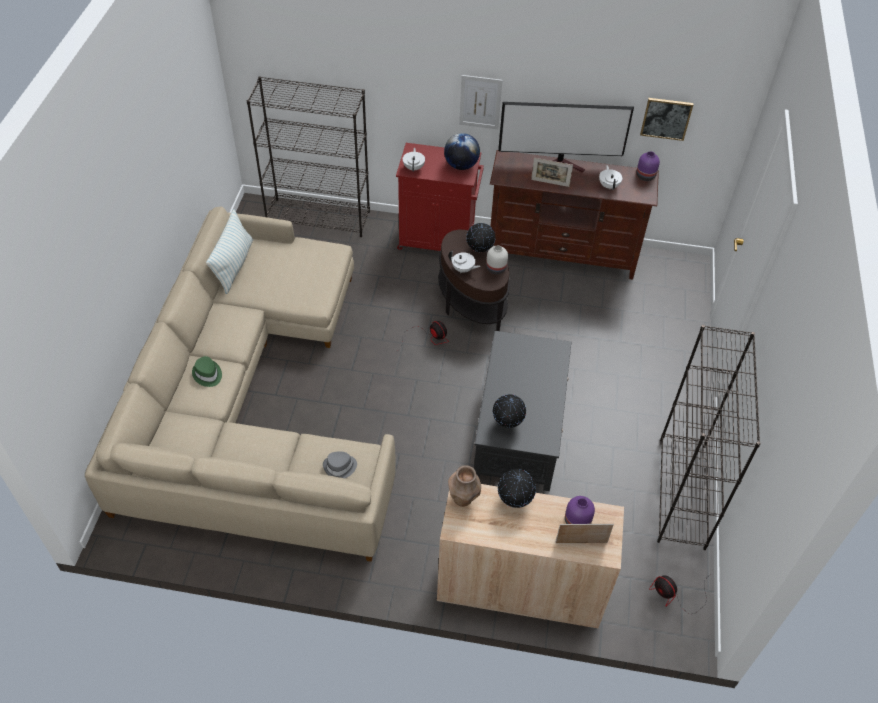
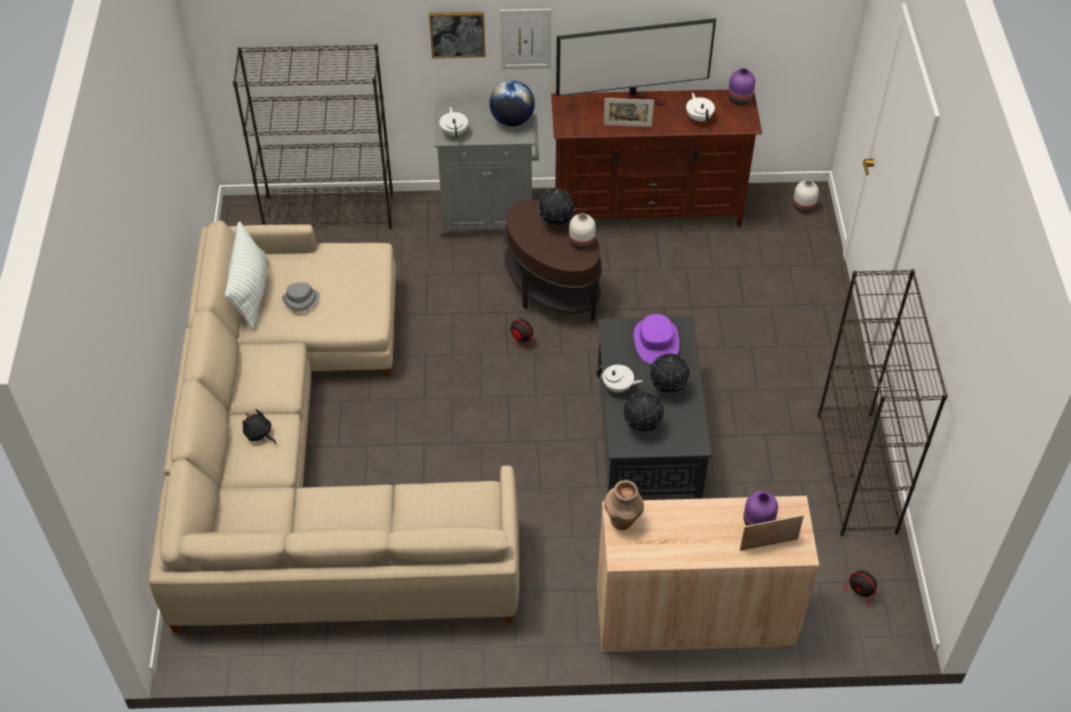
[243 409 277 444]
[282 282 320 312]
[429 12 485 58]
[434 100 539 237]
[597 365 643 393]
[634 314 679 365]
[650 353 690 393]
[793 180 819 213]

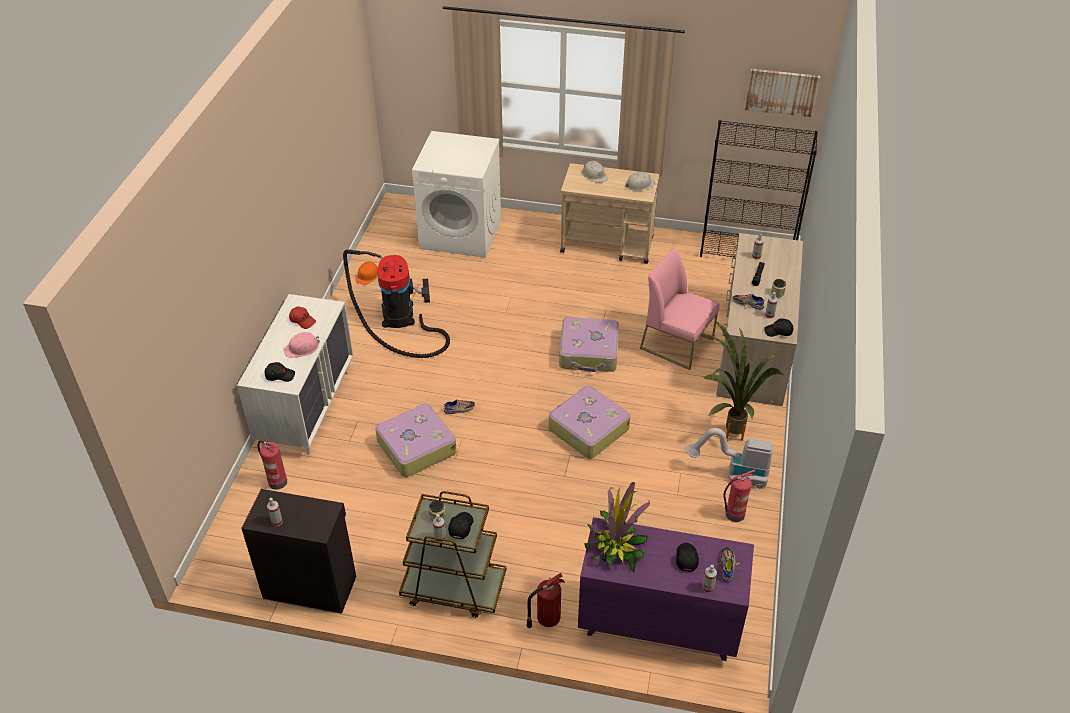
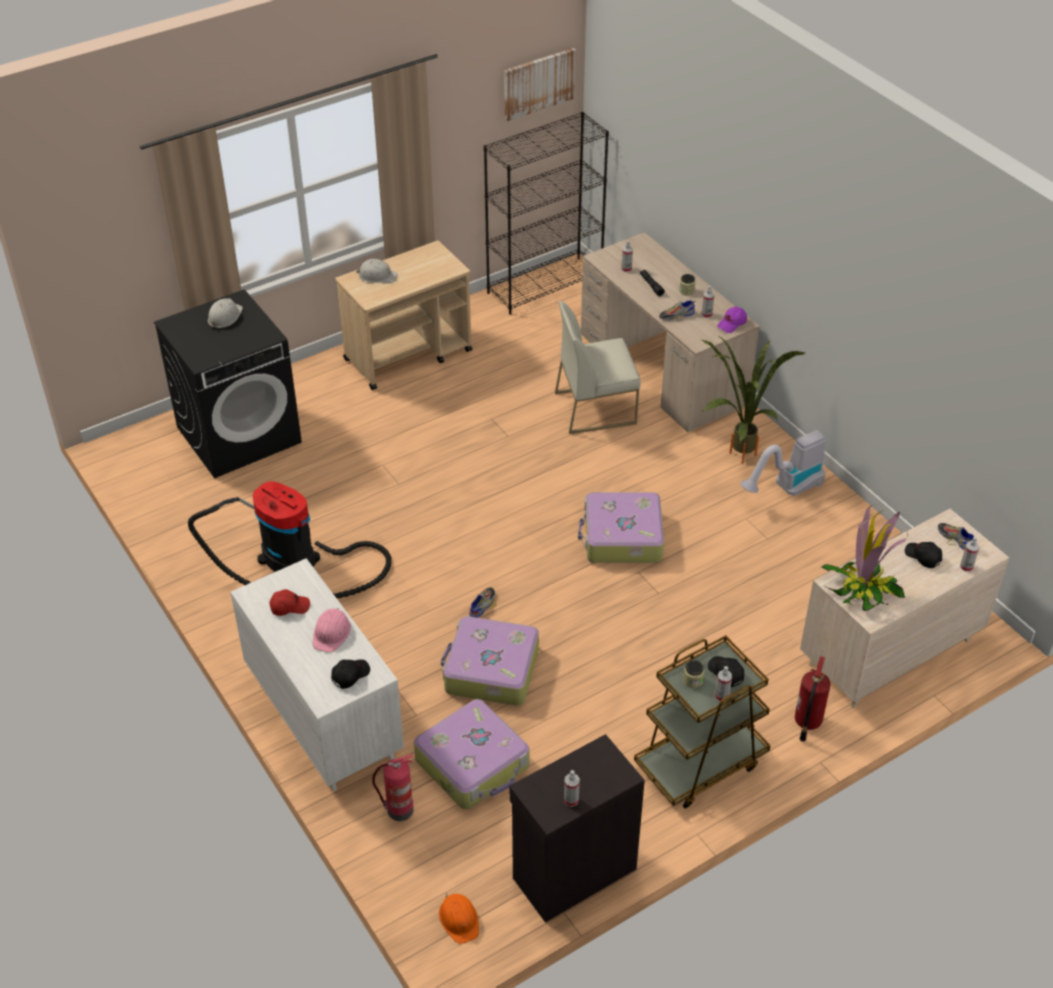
[154 289 302 478]
[208 298 243 328]
[414 699 529 809]
[439 893 479 944]
[555 301 641 434]
[717 307 747 333]
[800 509 1009 708]
[724 470 756 522] (first image)

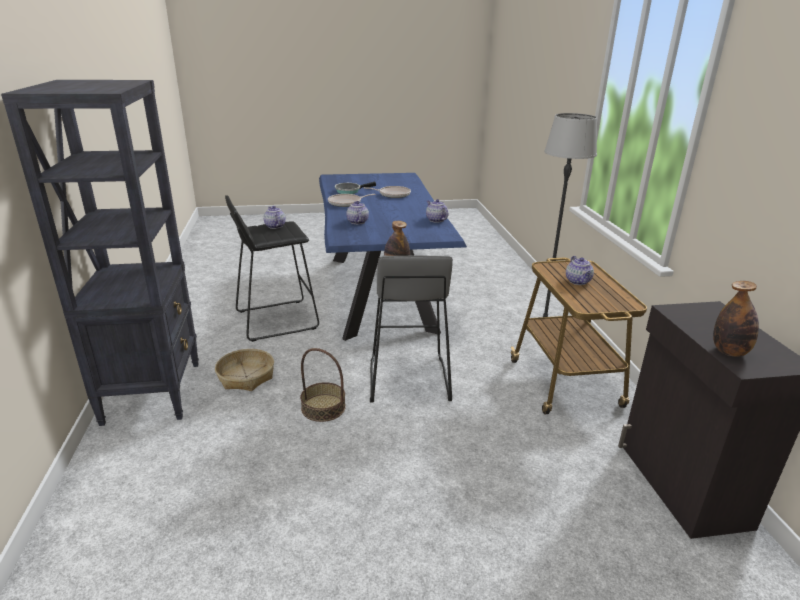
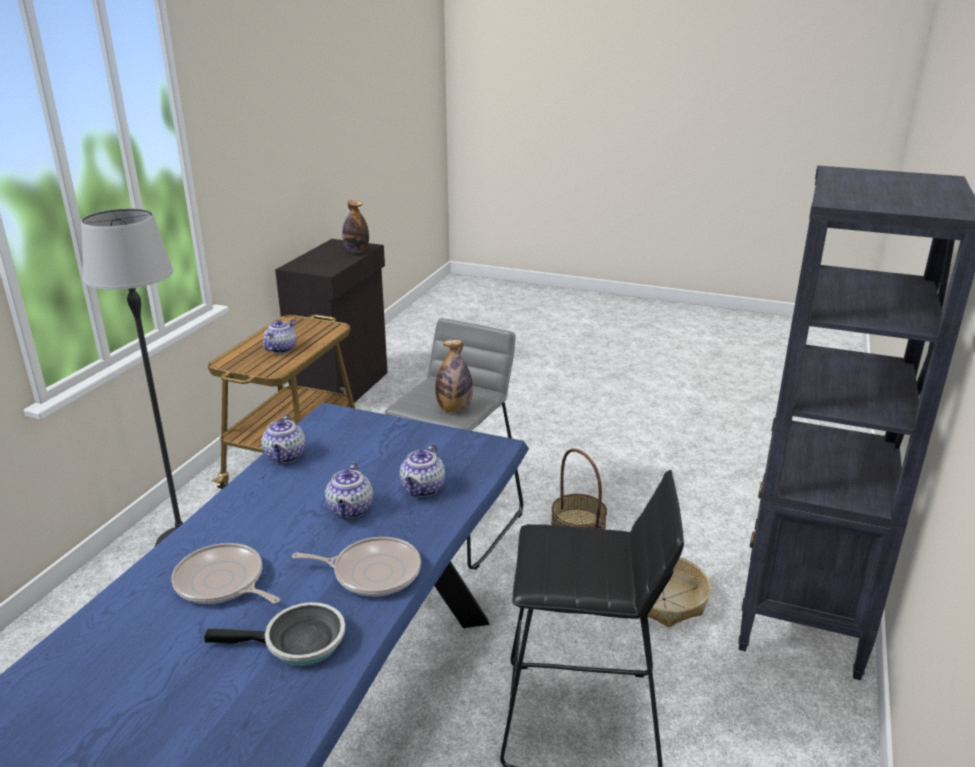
[325 462 373 519]

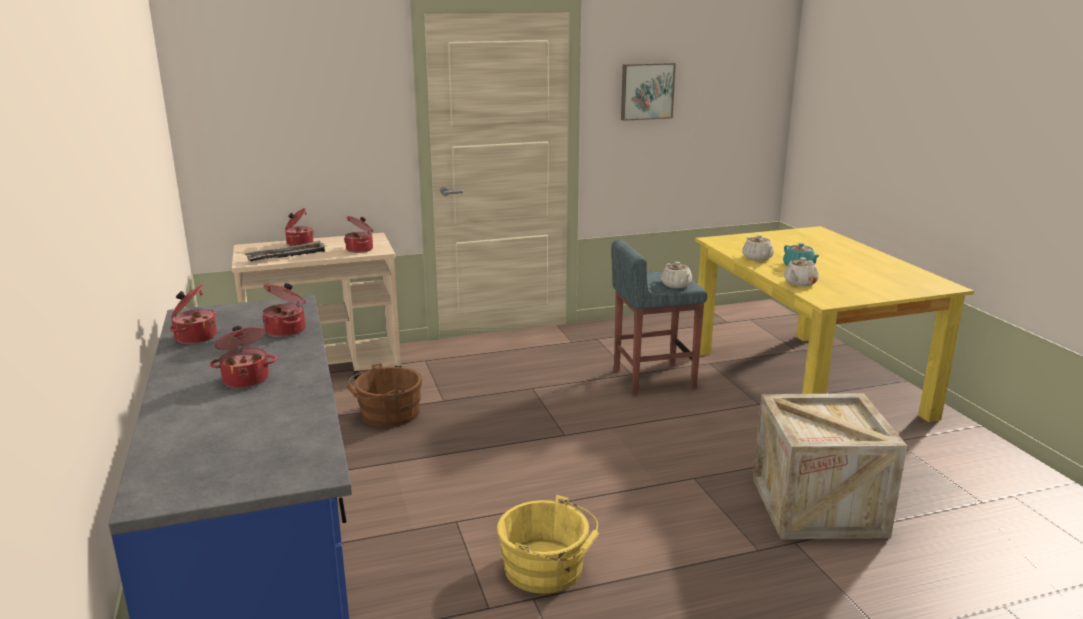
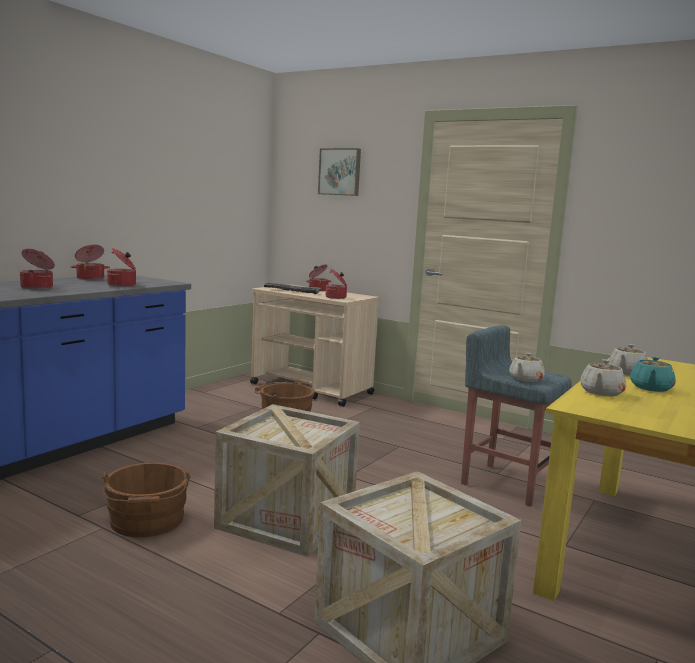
[101 462 191 537]
[214 404 360 557]
[318 148 361 196]
[580 359 626 396]

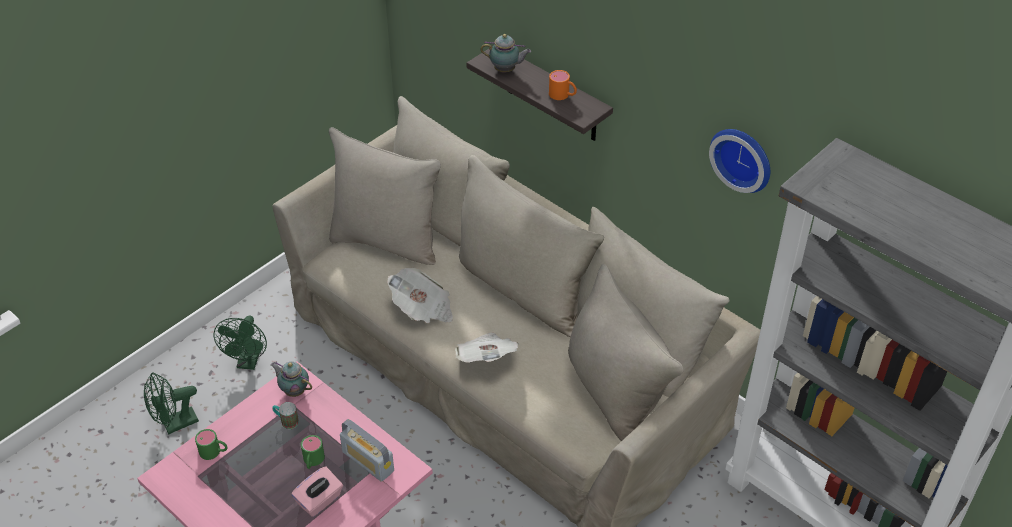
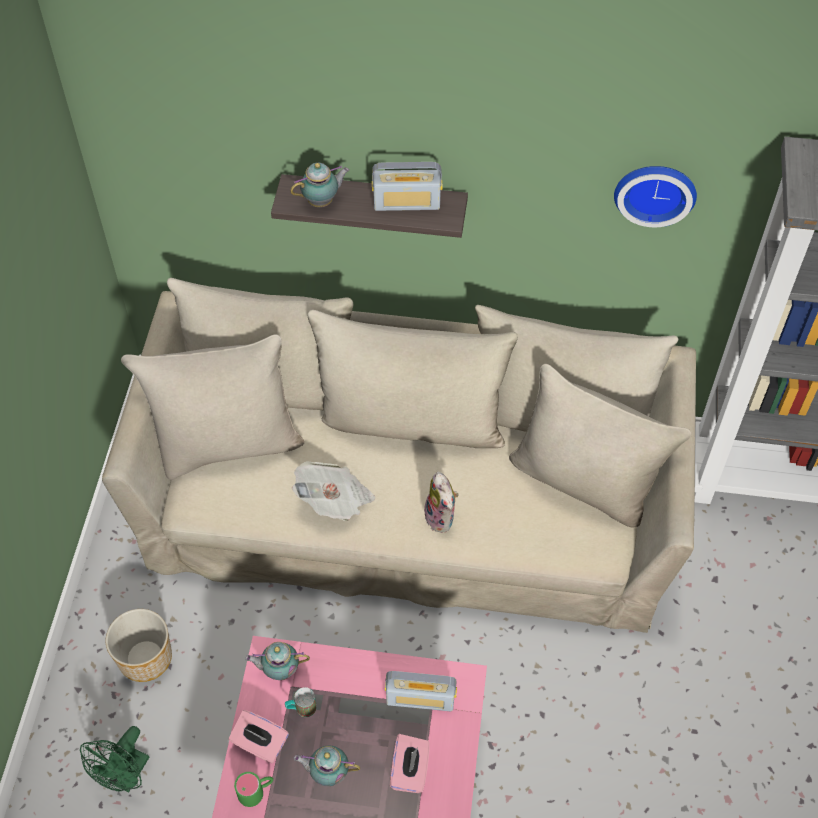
[105 609 172 682]
[229 710 289 763]
[294 746 360 786]
[372 162 442 211]
[424 472 459 533]
[301 435 325 469] (first image)

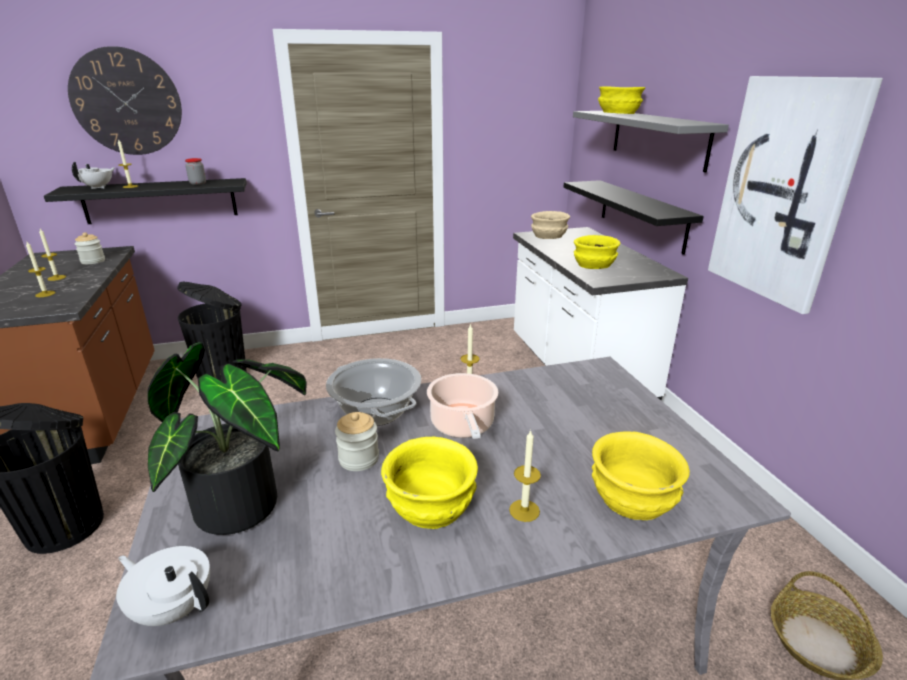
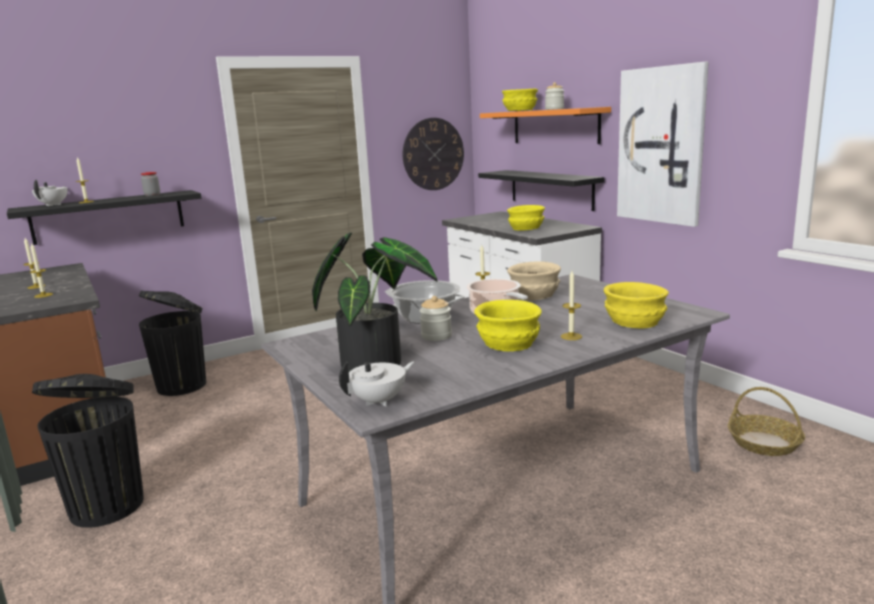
[339 361 414 407]
[403 118 464 190]
[480 107 611 144]
[507 261 561 301]
[545 82 564 110]

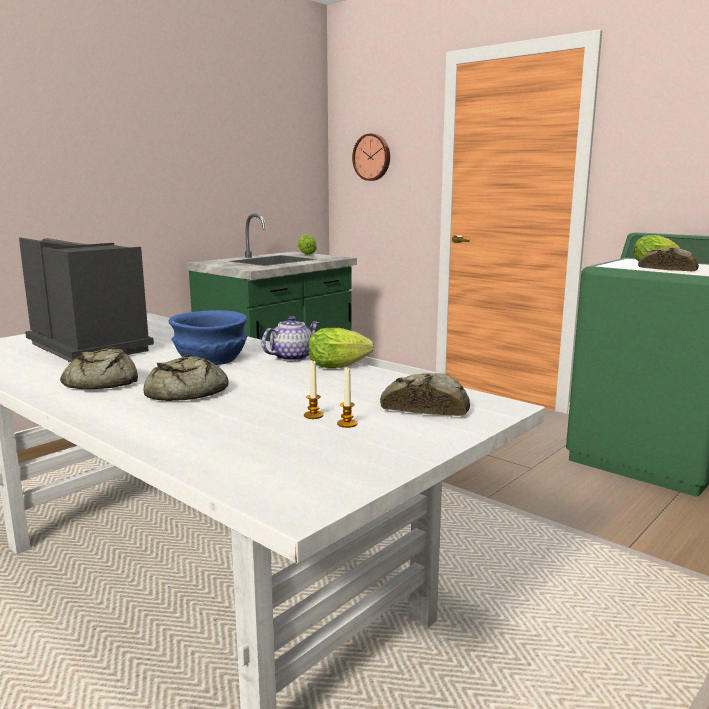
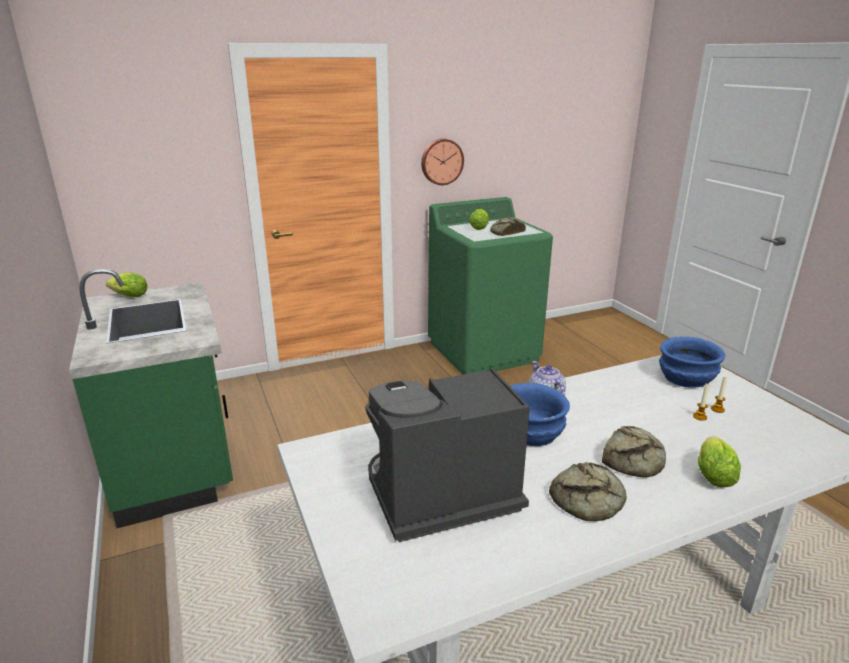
[421 139 464 185]
[659 336 725 387]
[698 437 741 487]

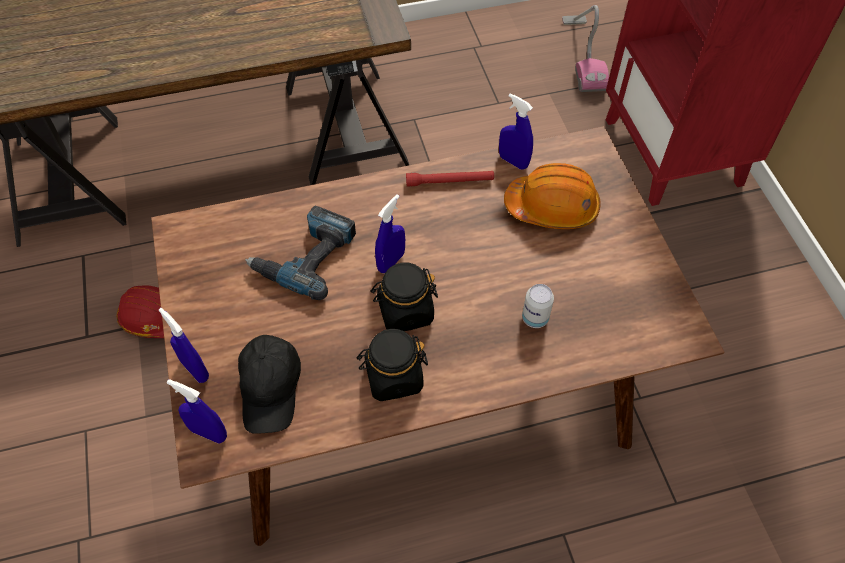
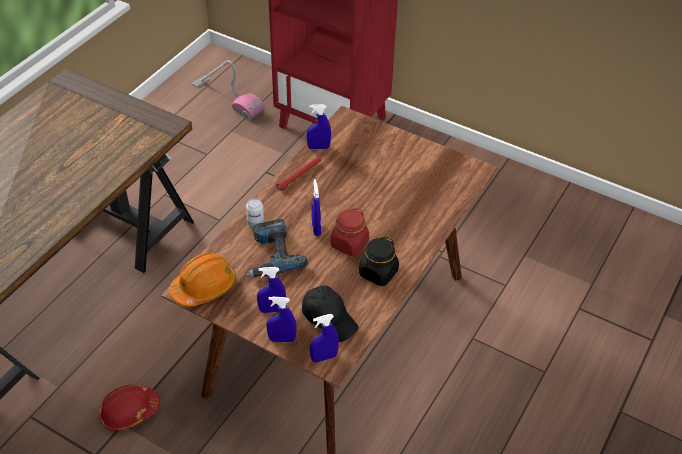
[169 252 236 307]
[246 198 264 227]
[257 267 286 313]
[331 208 369 256]

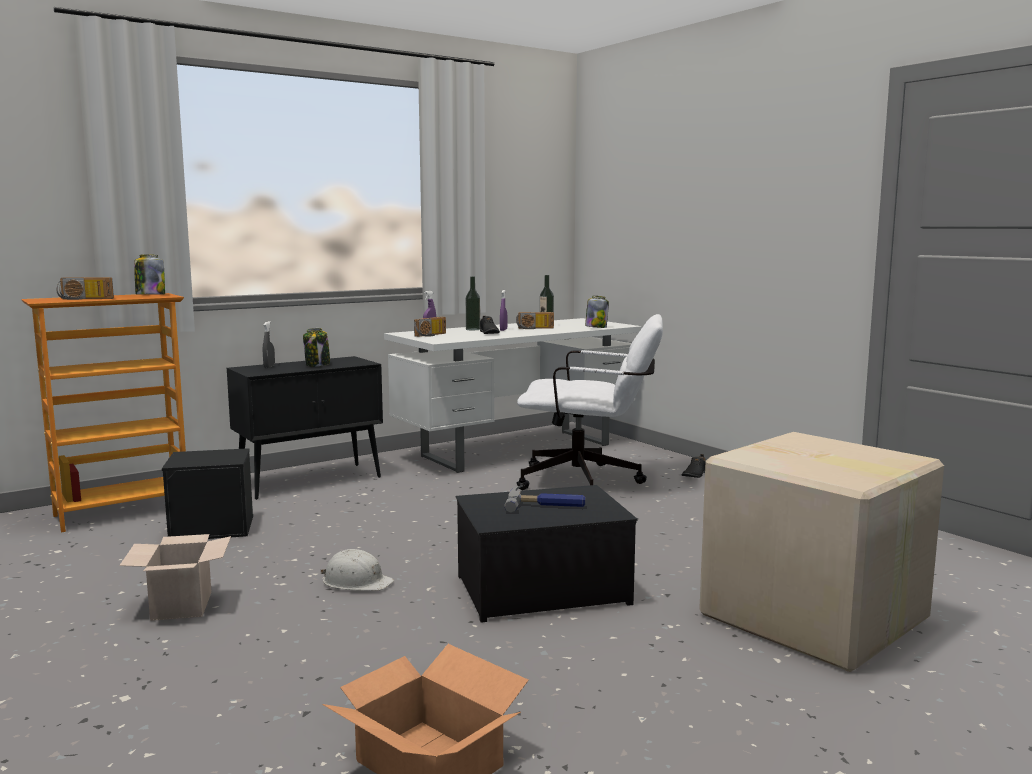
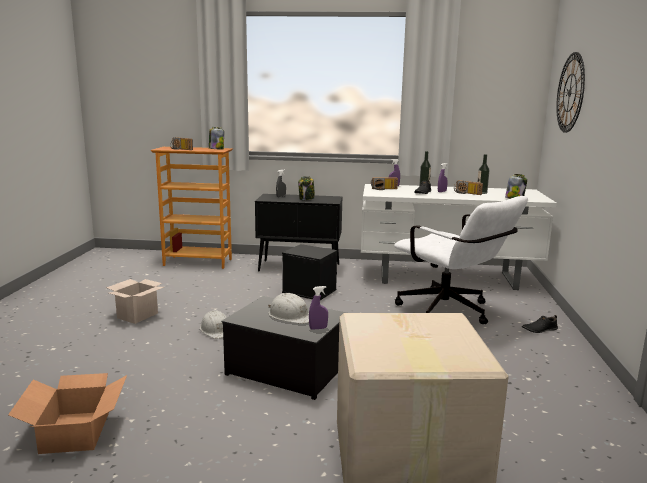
[268 293 309 324]
[282 244 337 300]
[309 286 328 330]
[556 52 585 133]

